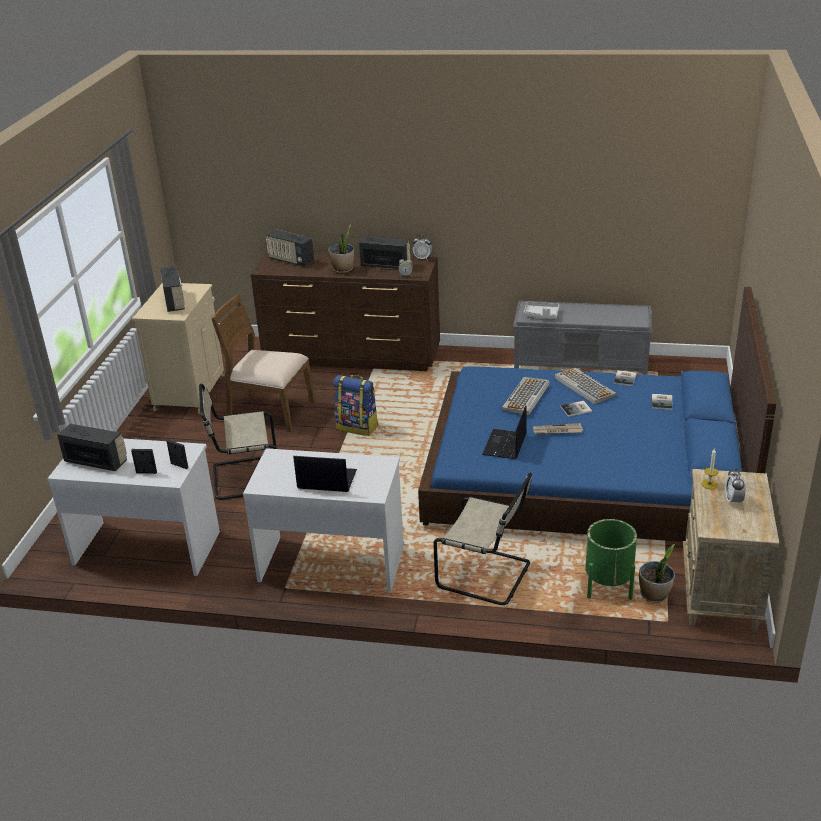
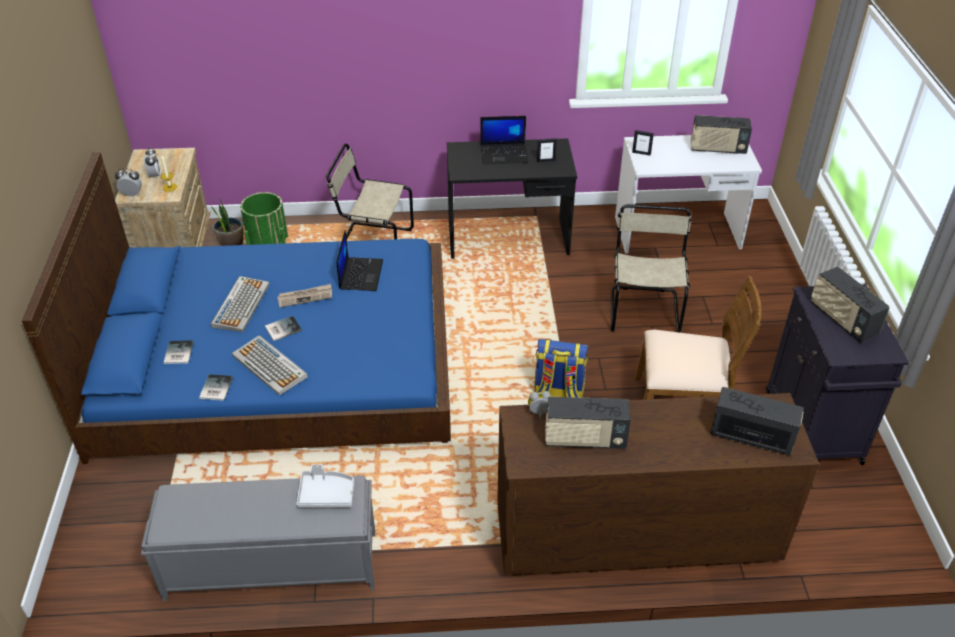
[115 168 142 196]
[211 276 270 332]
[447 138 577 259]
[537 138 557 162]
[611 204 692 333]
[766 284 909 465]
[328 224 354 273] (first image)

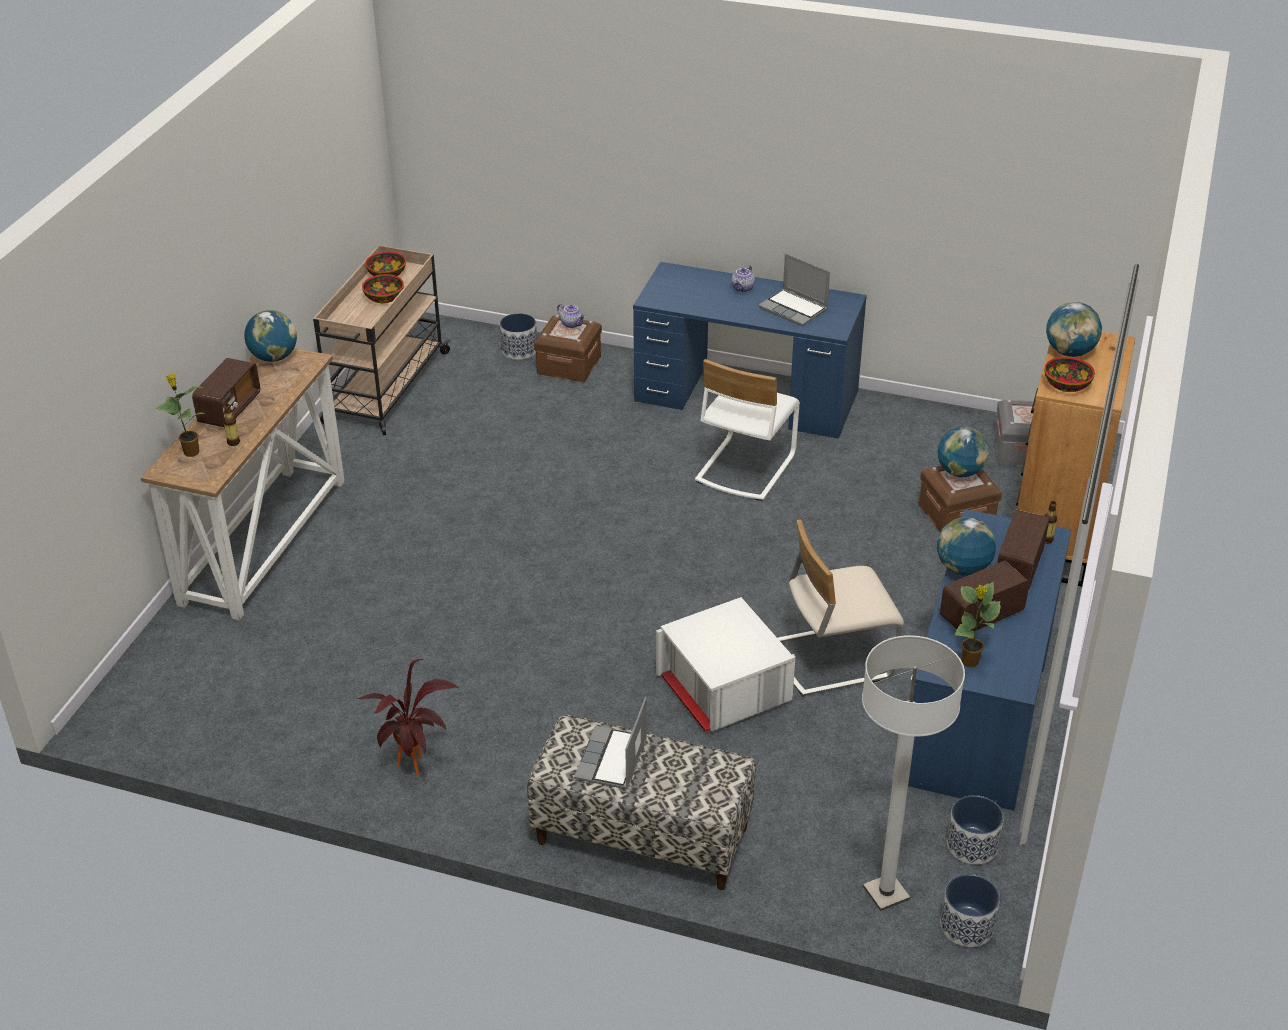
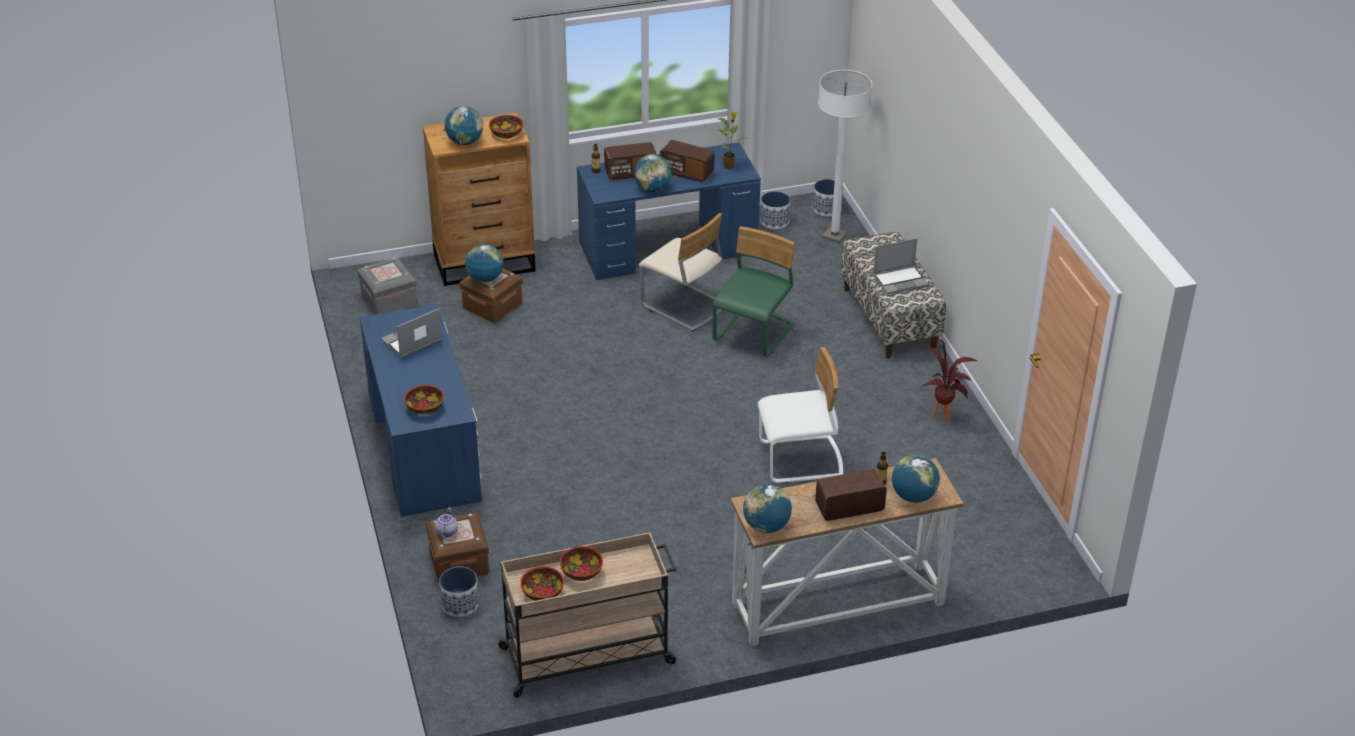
[381 308 442 358]
[404 385 444 415]
[713 226 795 357]
[758 347 843 484]
[892 455 940 503]
[731 265 755 293] (first image)

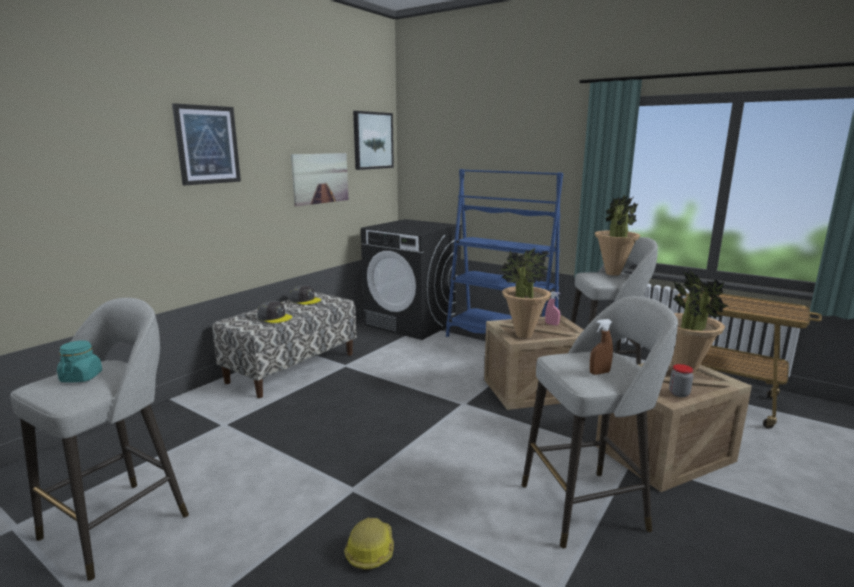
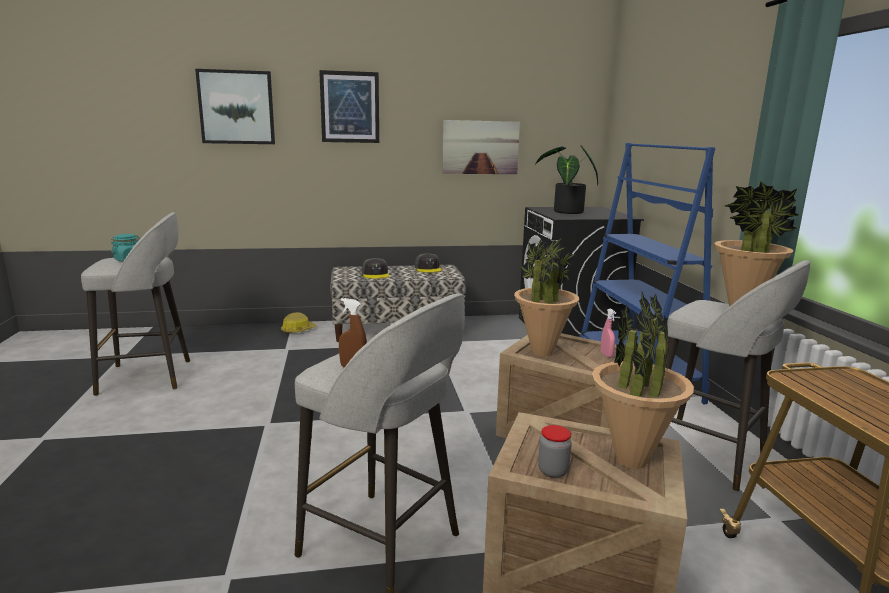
[195 69 275 144]
[281 312 317 334]
[535 145 598 214]

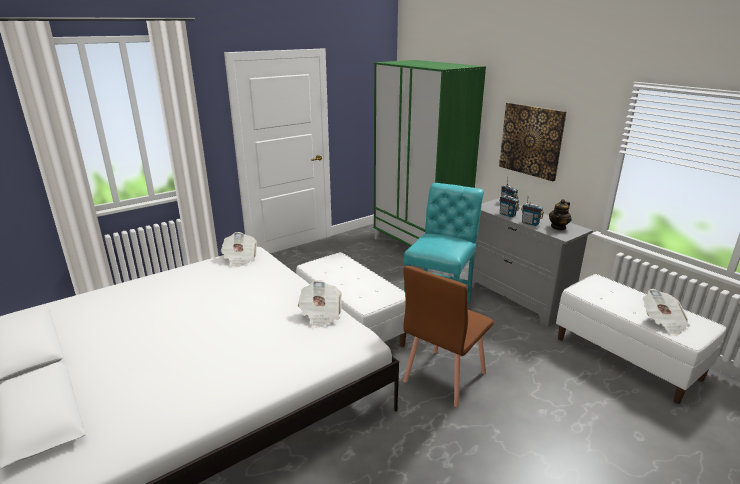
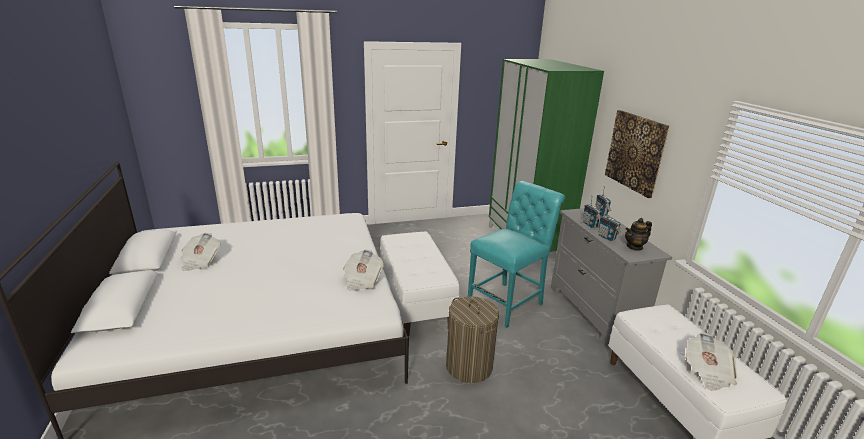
[181 233 220 271]
[446 296 499 383]

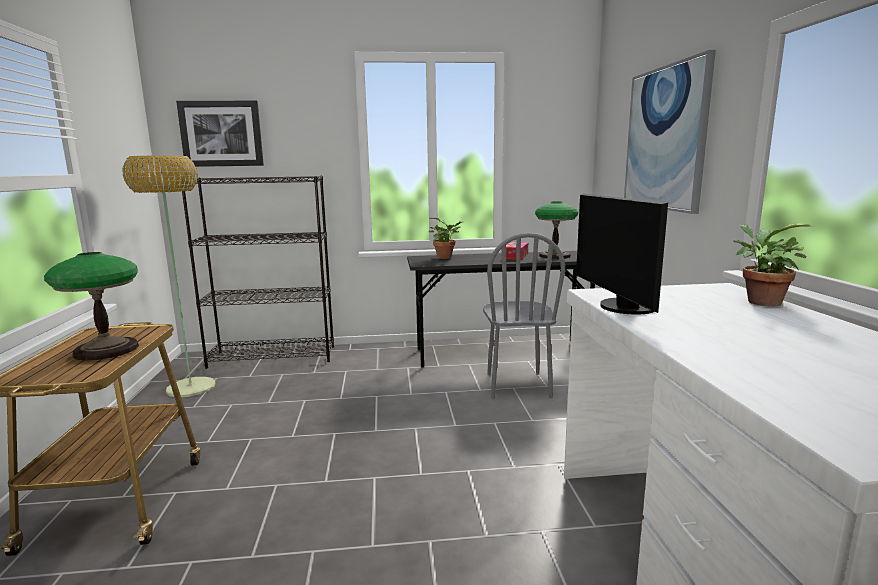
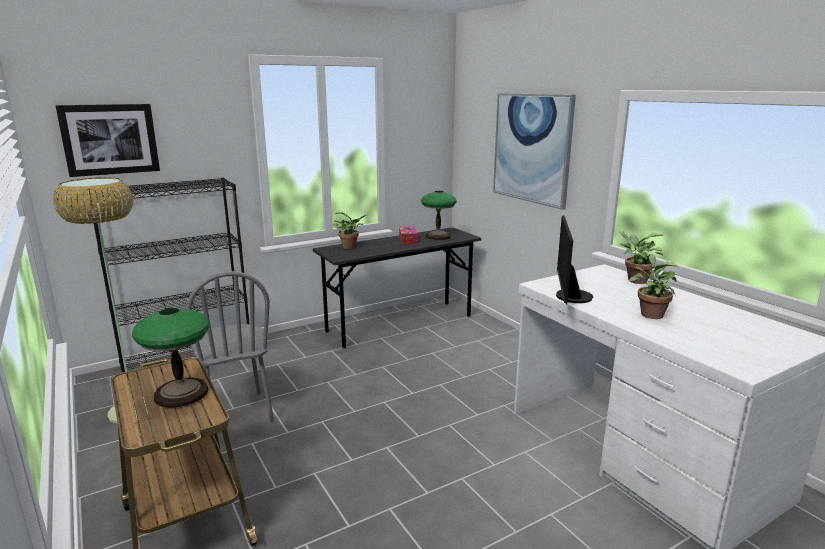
[187 271 274 422]
[556 215 593 304]
[629 255 678 319]

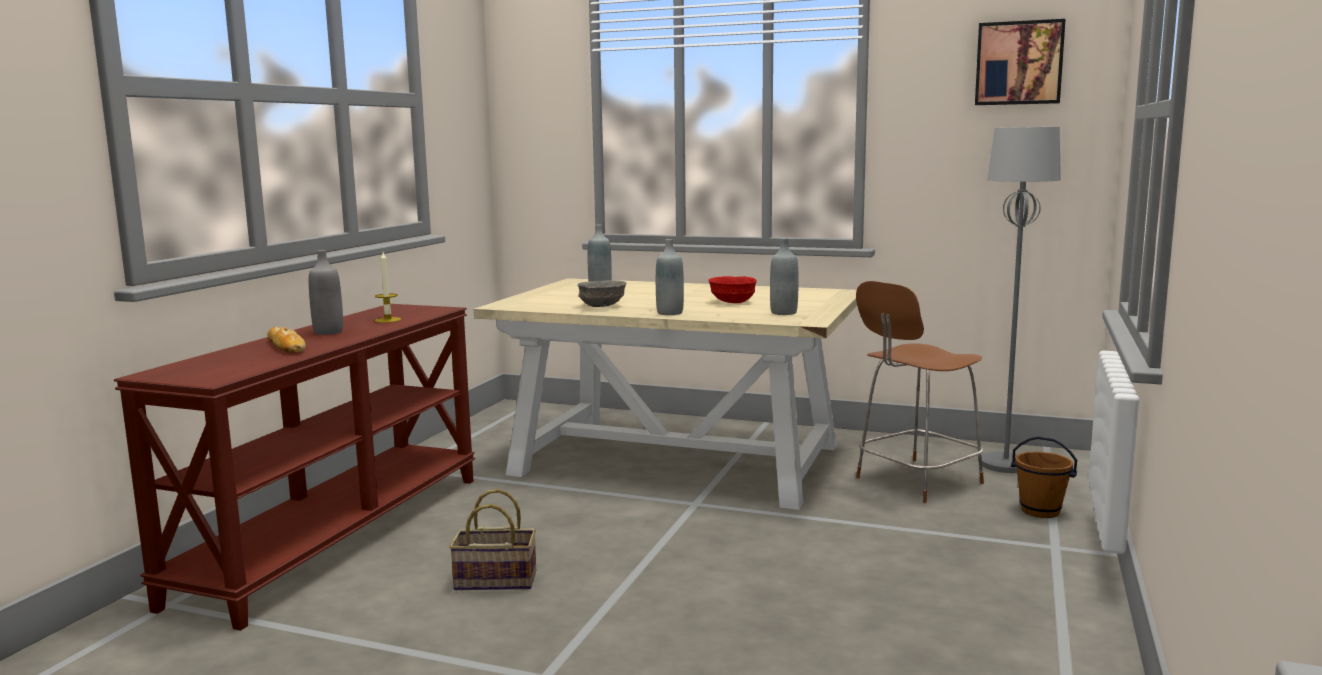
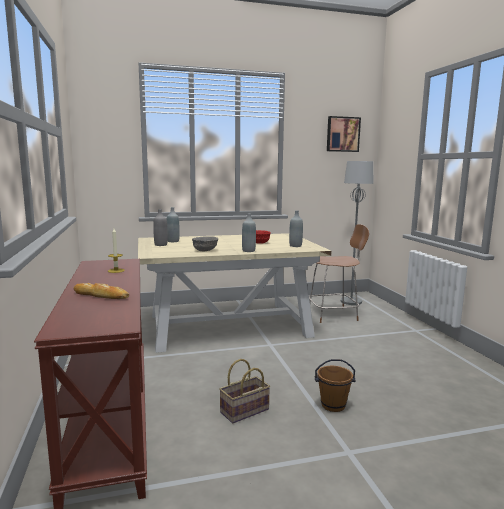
[153 209 168 246]
[309 224 369 323]
[315 359 356 412]

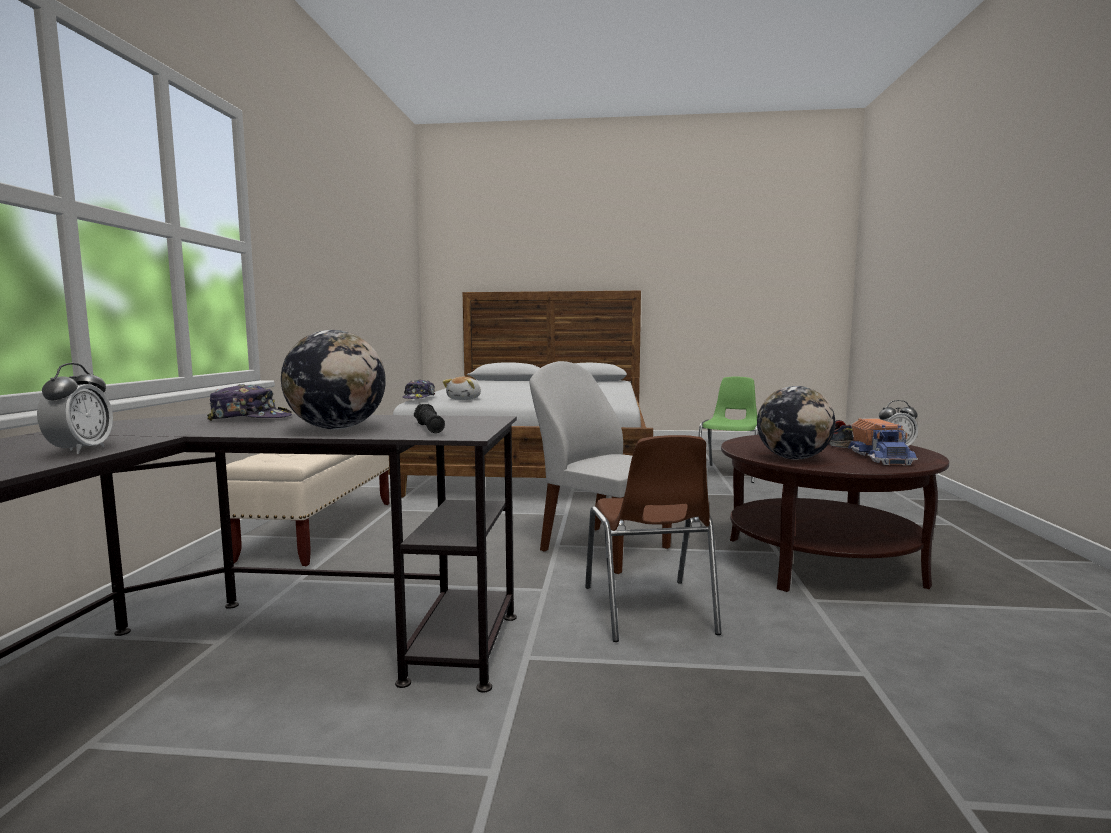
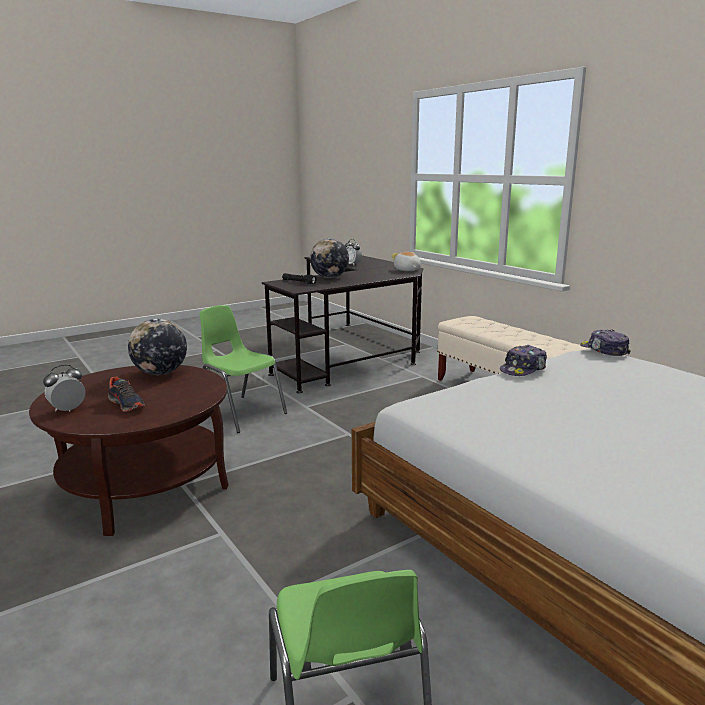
[199 305 287 433]
[392 252 421 271]
[500 345 547 376]
[530 361 672 574] (first image)
[848 418 918 465] (first image)

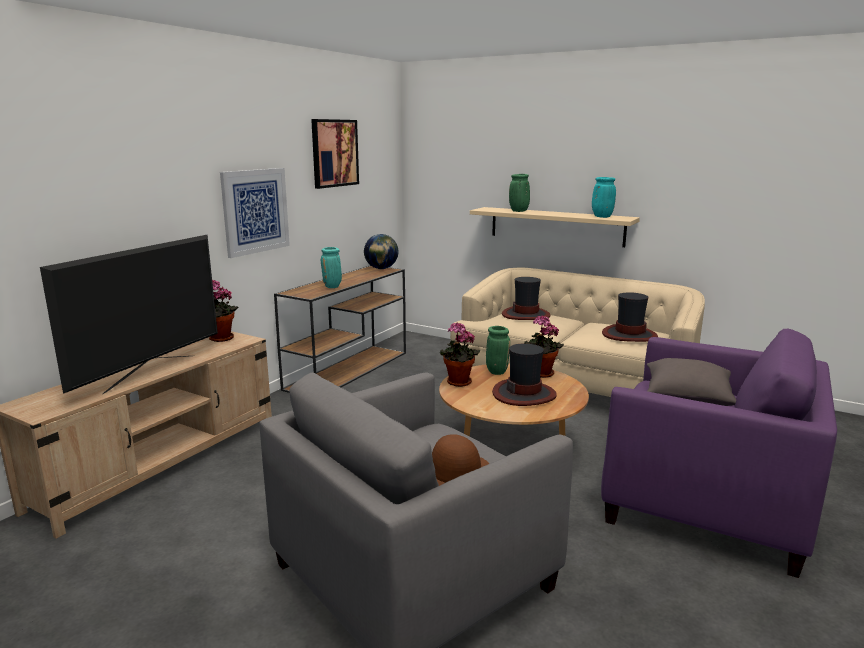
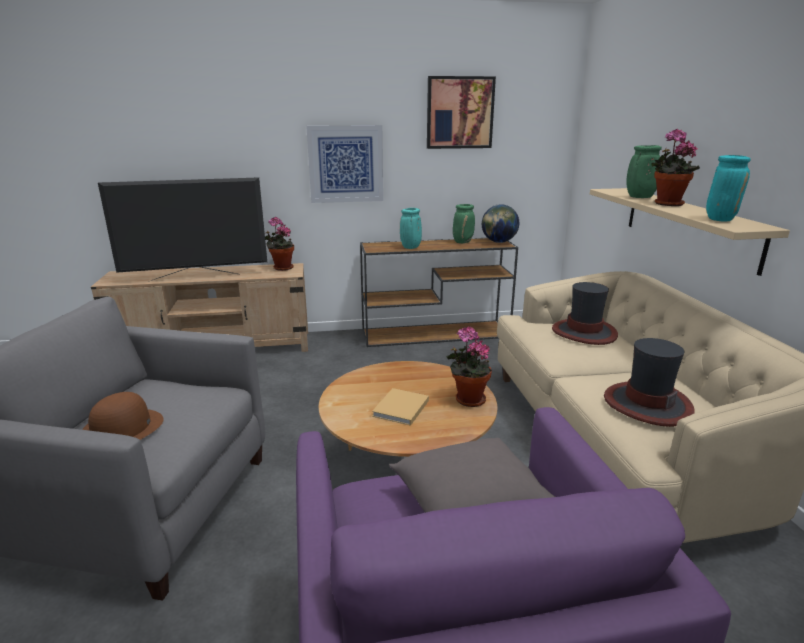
[372 388 429 426]
[453 204 475 243]
[651 129 700 206]

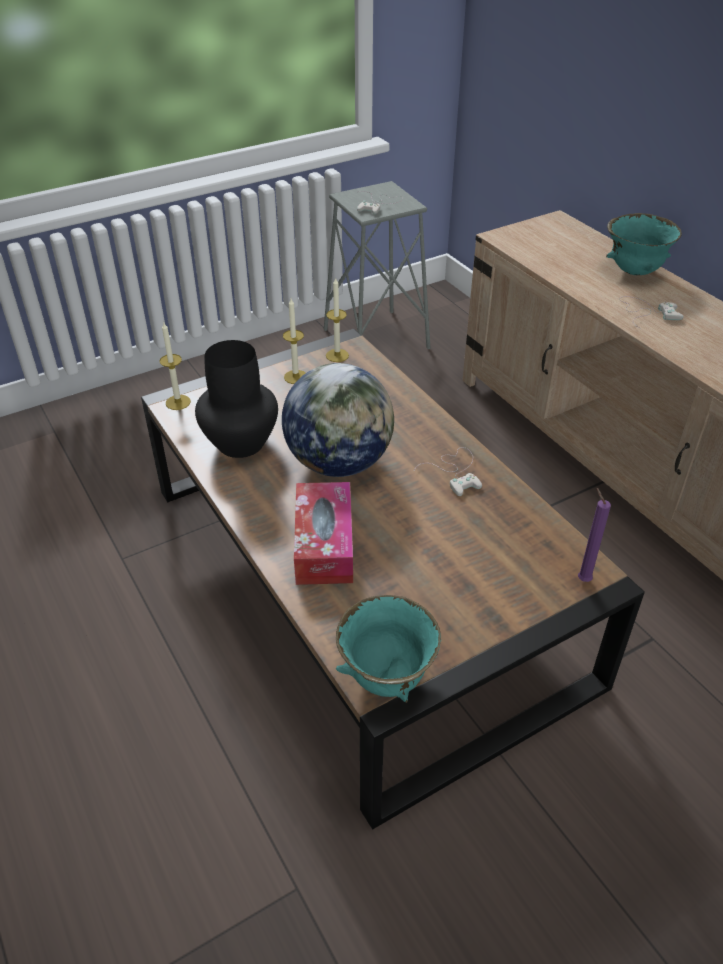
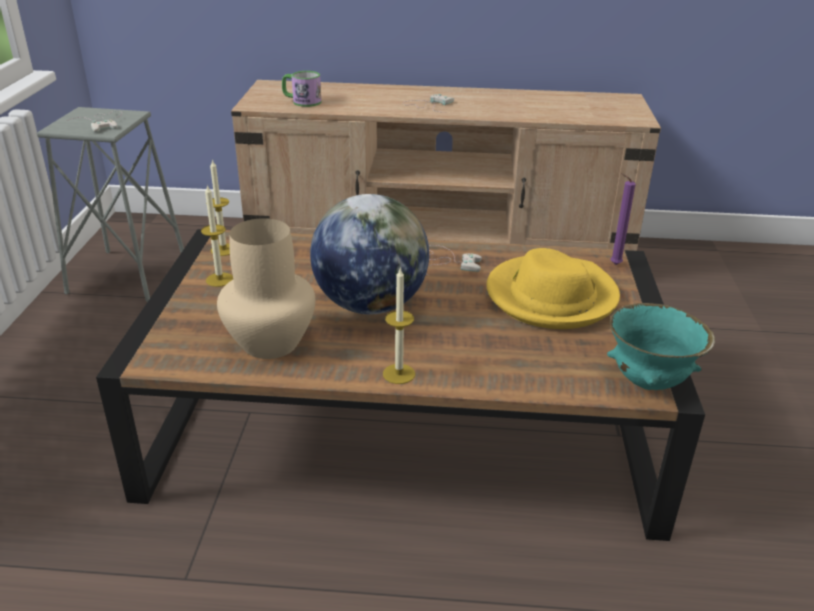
[217 218 315 359]
[282 71 321 107]
[383 267 415 384]
[487 248 620 329]
[294 482 353 585] (first image)
[606 213 682 275] (first image)

